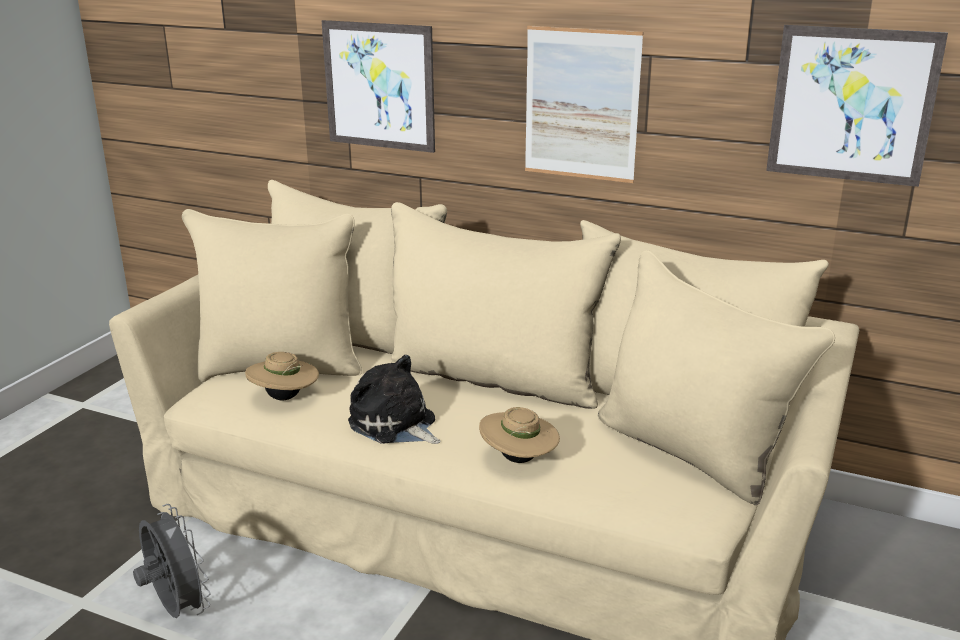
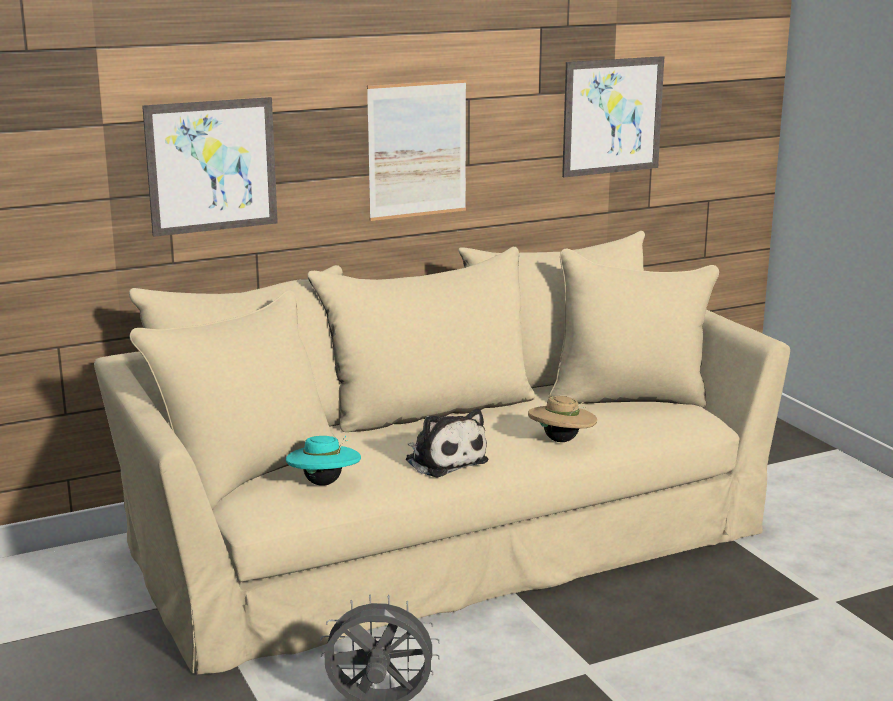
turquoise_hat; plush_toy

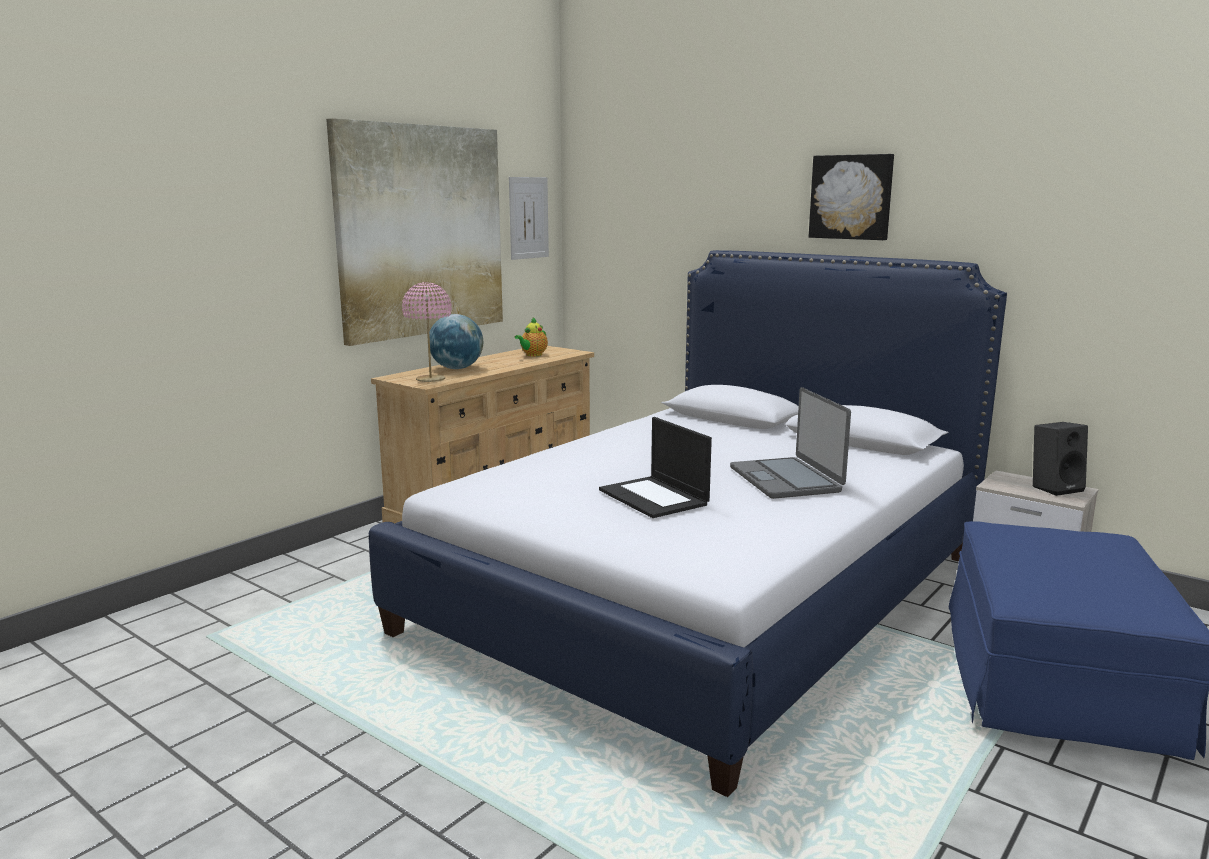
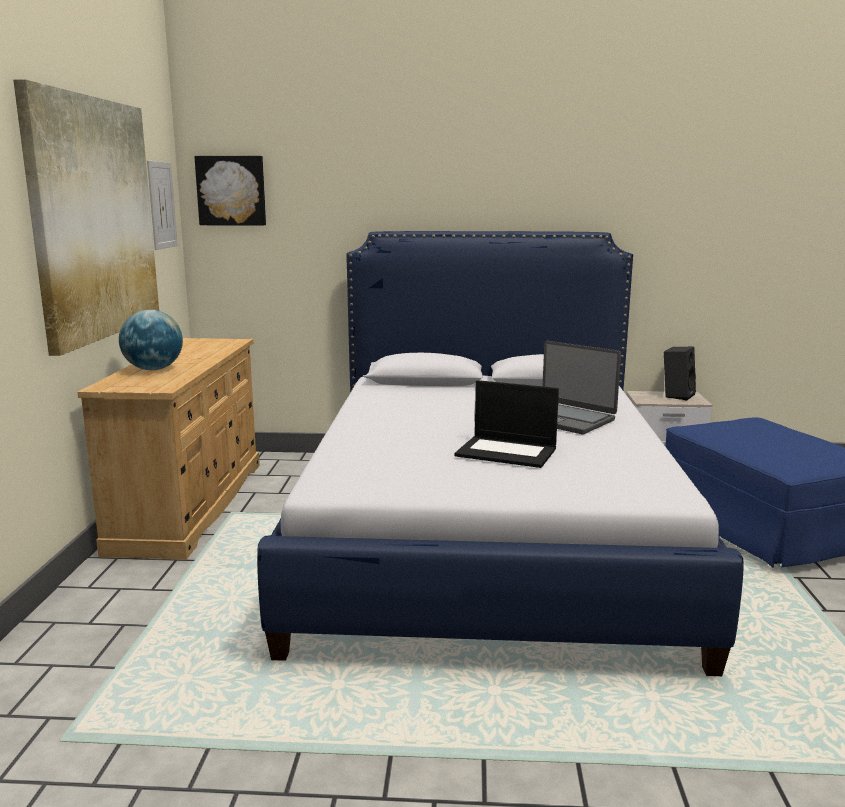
picture (3rd from left); pink_table_lamp; teapot

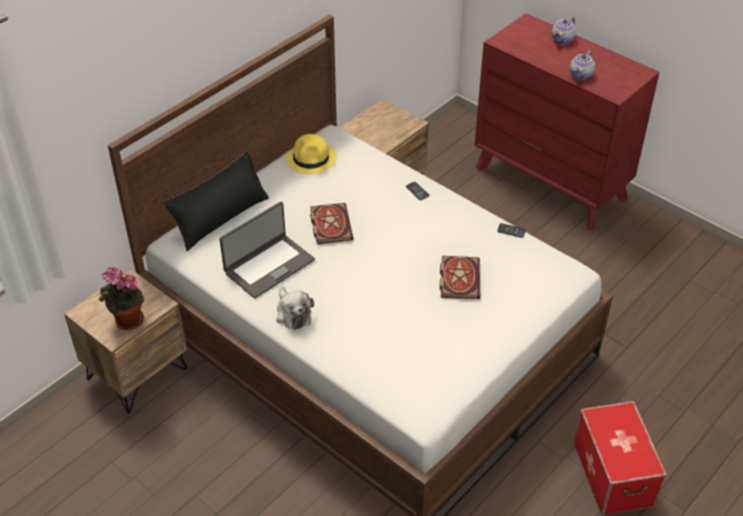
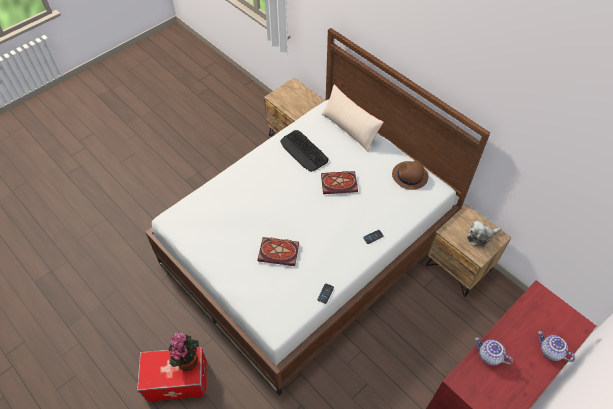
brown_hat; beige_pillow; keyboard; potted_plant; plush_toy

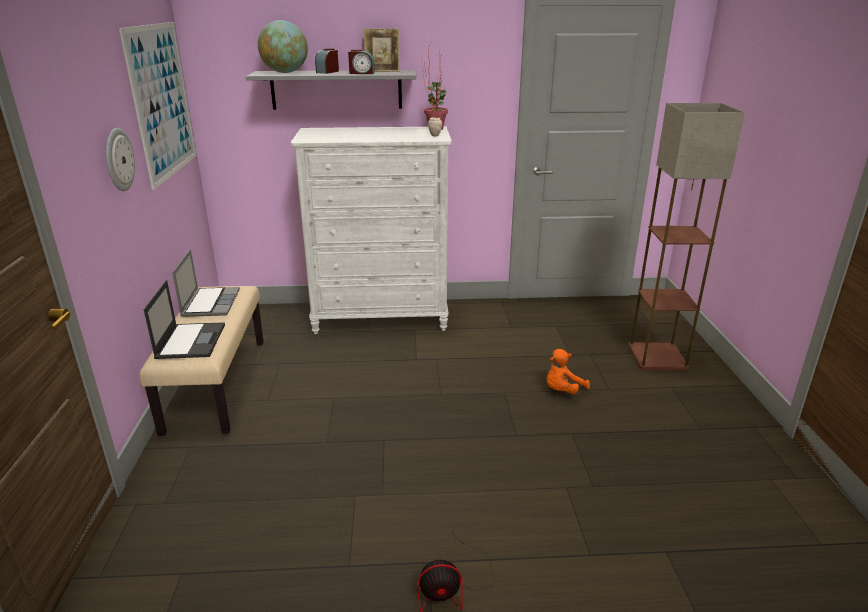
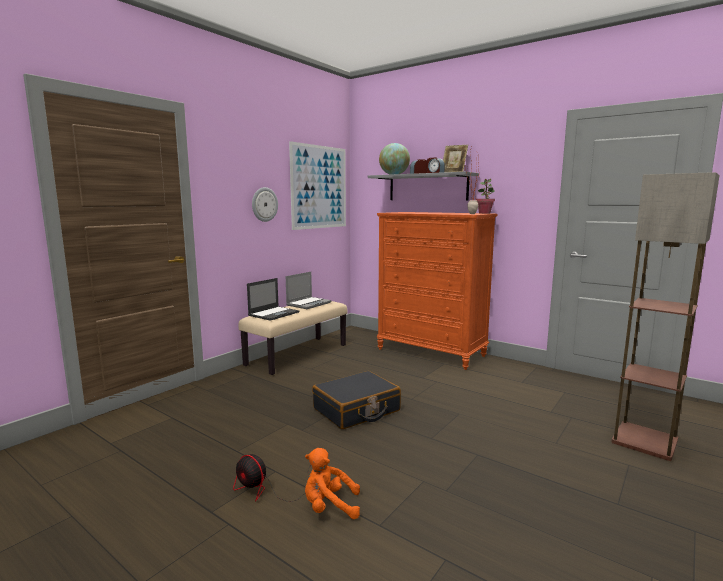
orange_dresser; orange_plush_toy; black_suitcase

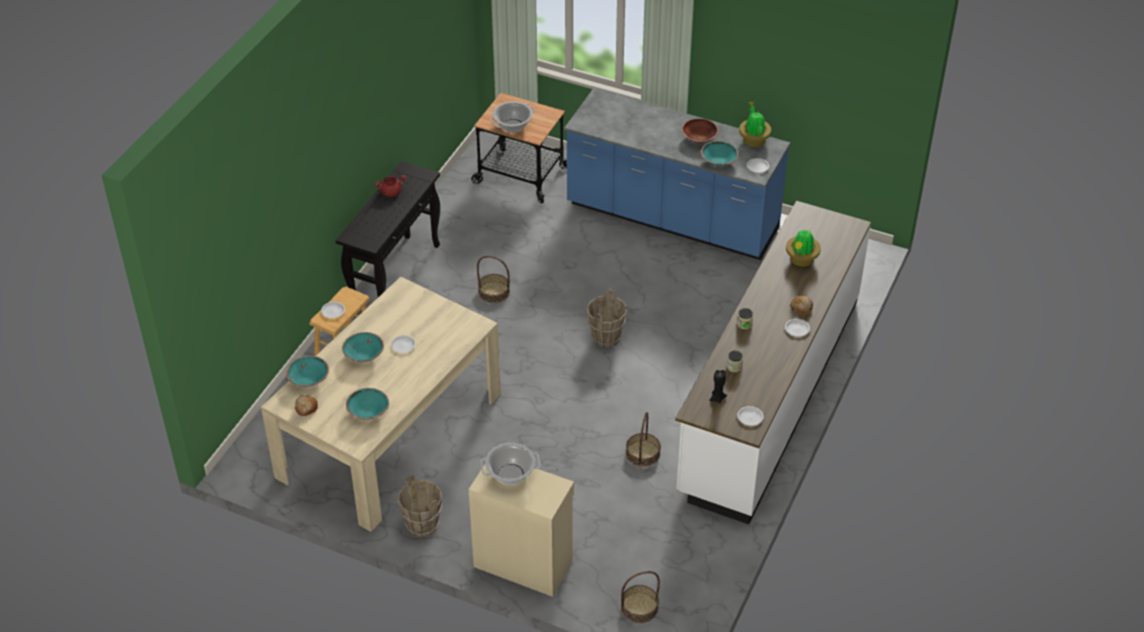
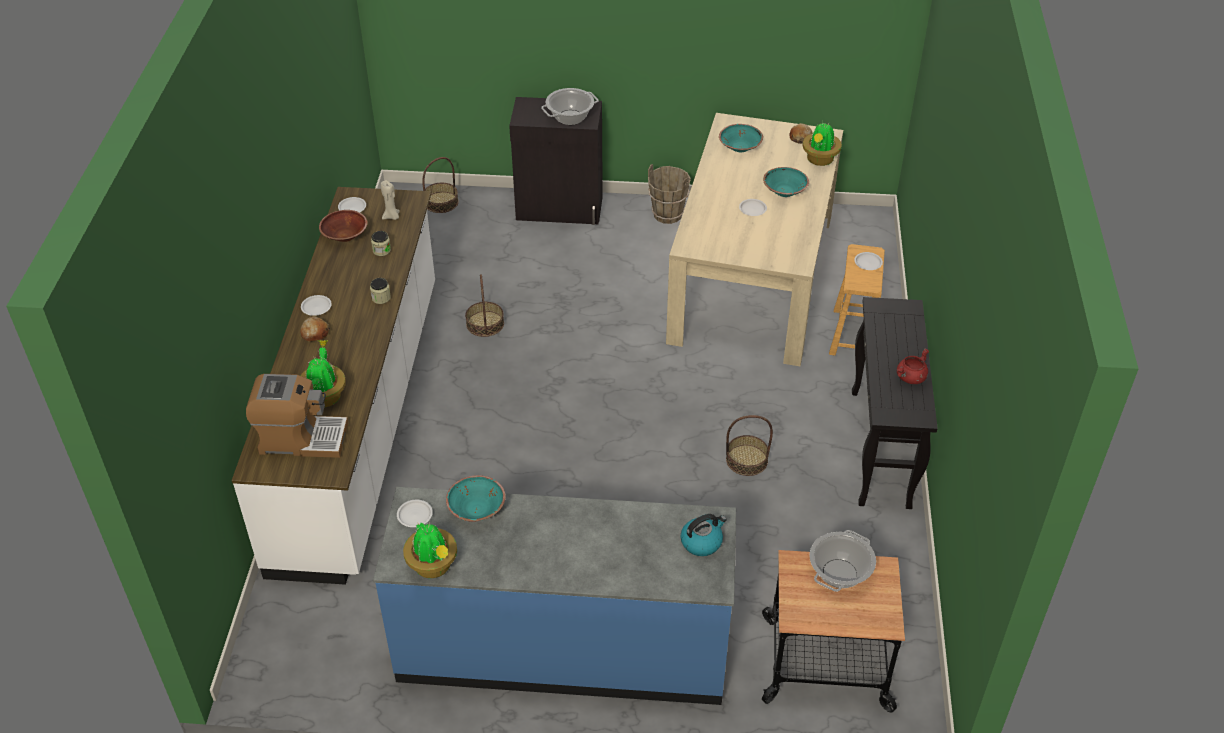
brown_bowl; brown_bucket (2nd from left in the first image); potted_plant (3rd from left); beige_candle; black_cabinet; coffee_machine; kettle

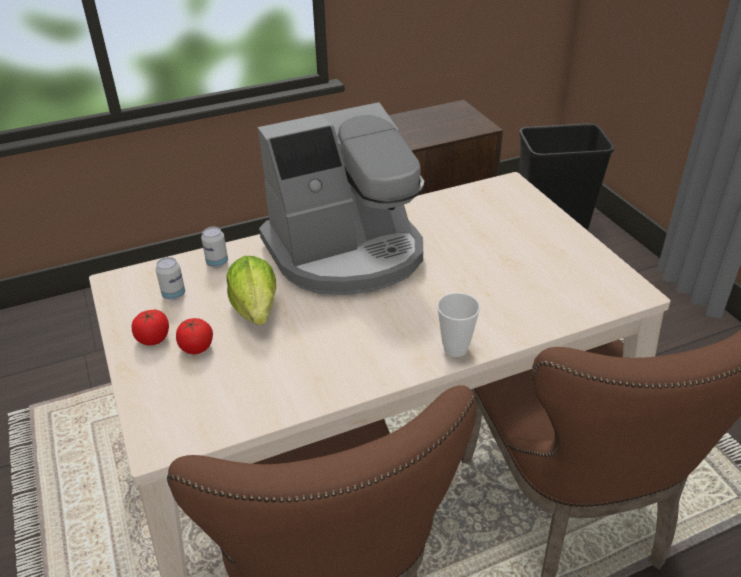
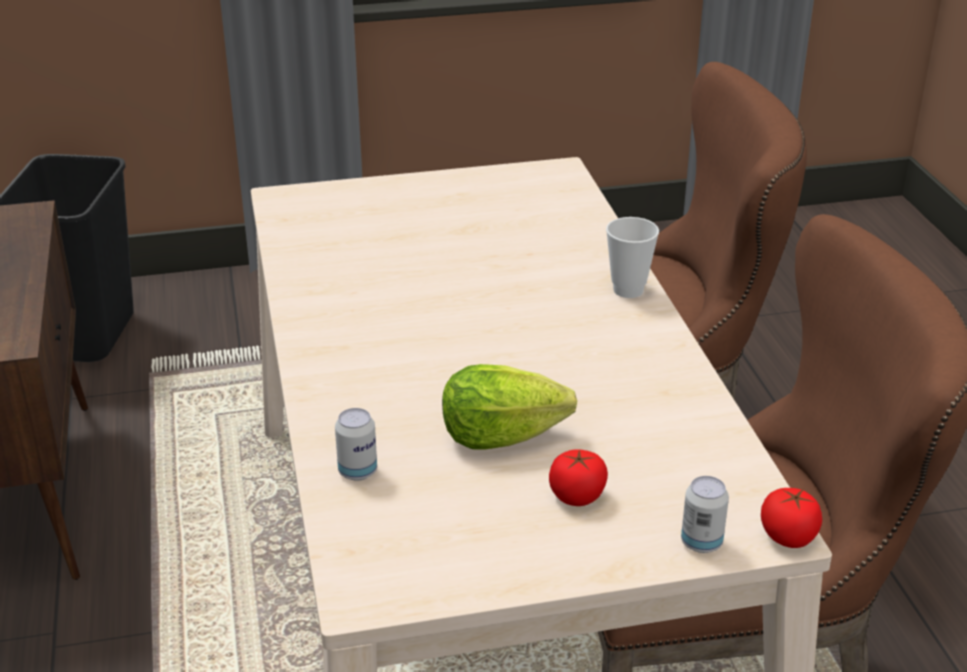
coffee_machine; can (2nd from left); tomato (2nd from left)

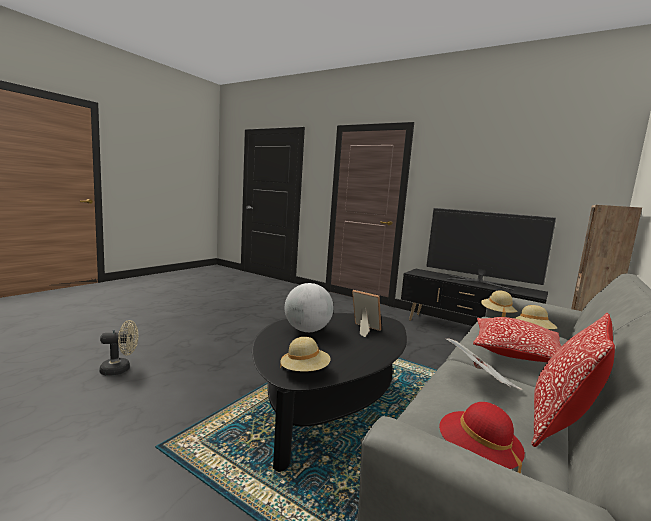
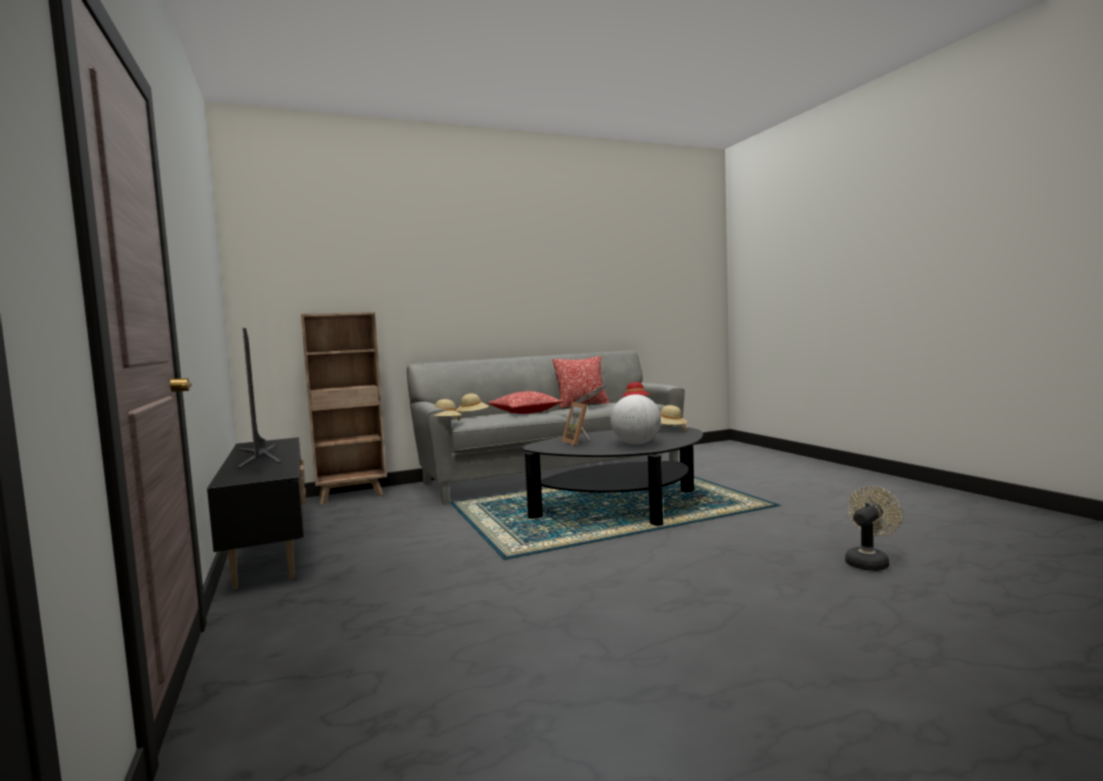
beige_fan

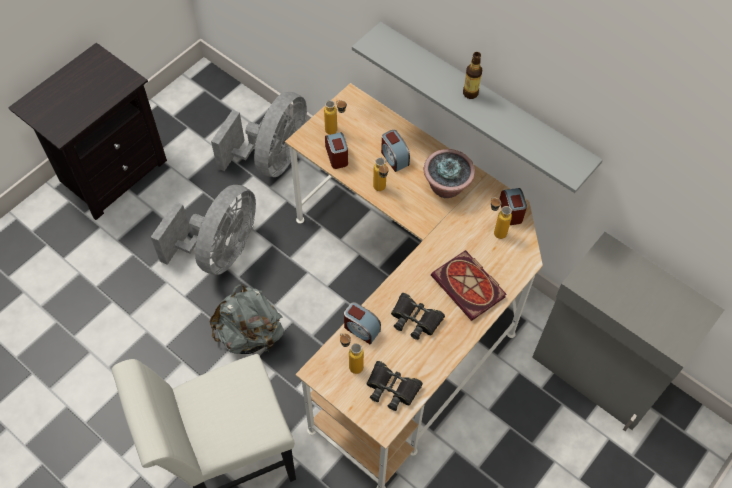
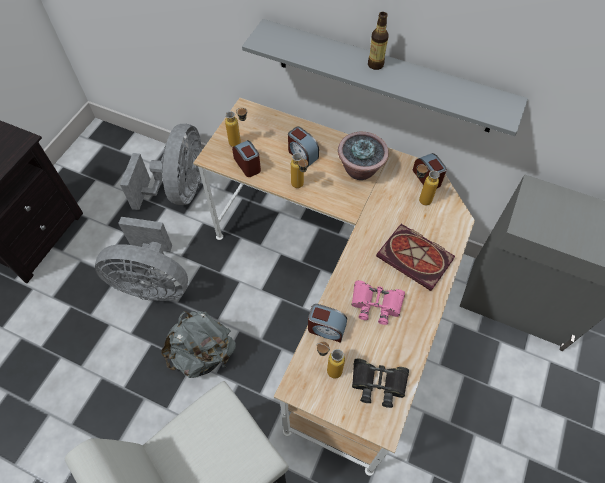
grey_fan (1st from left); pink_binoculars

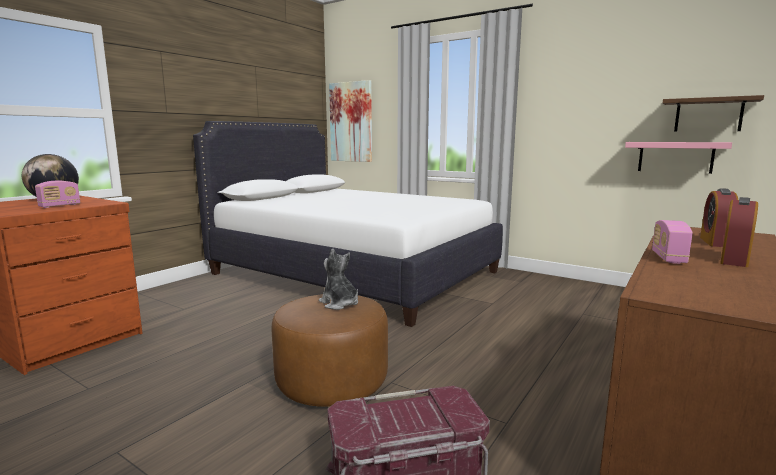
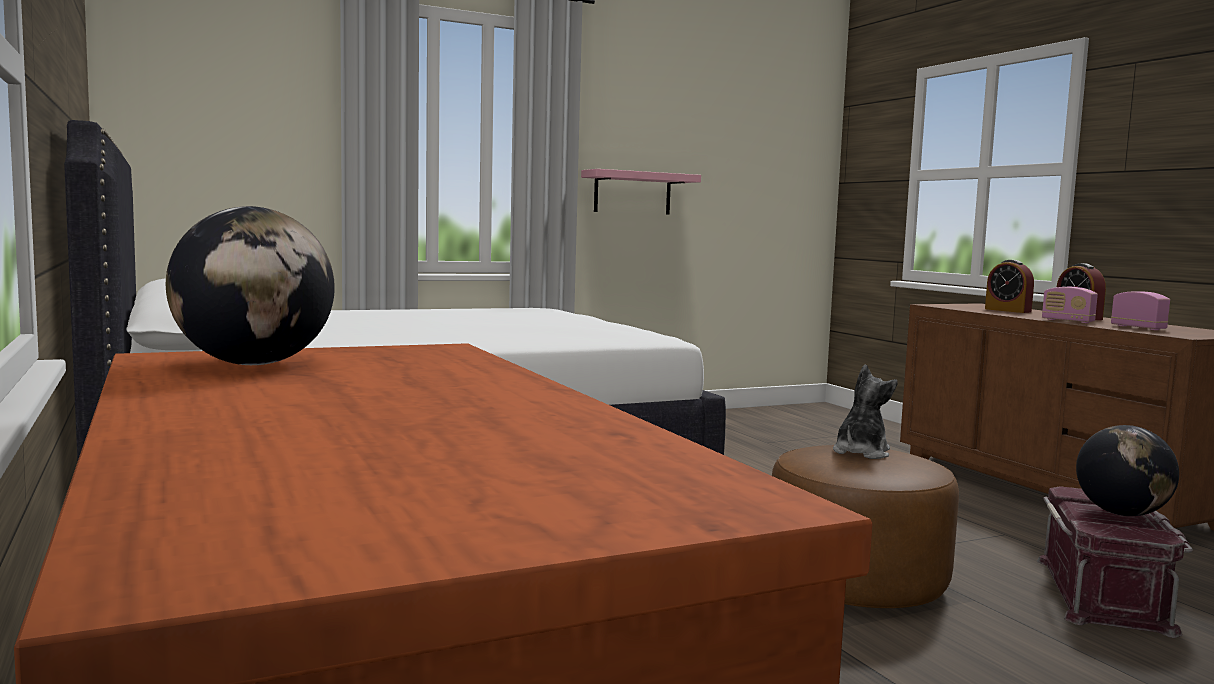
picture; brown_shelf; pink_shelf; radio (2nd from left); plush_toy; globe (2nd from left)

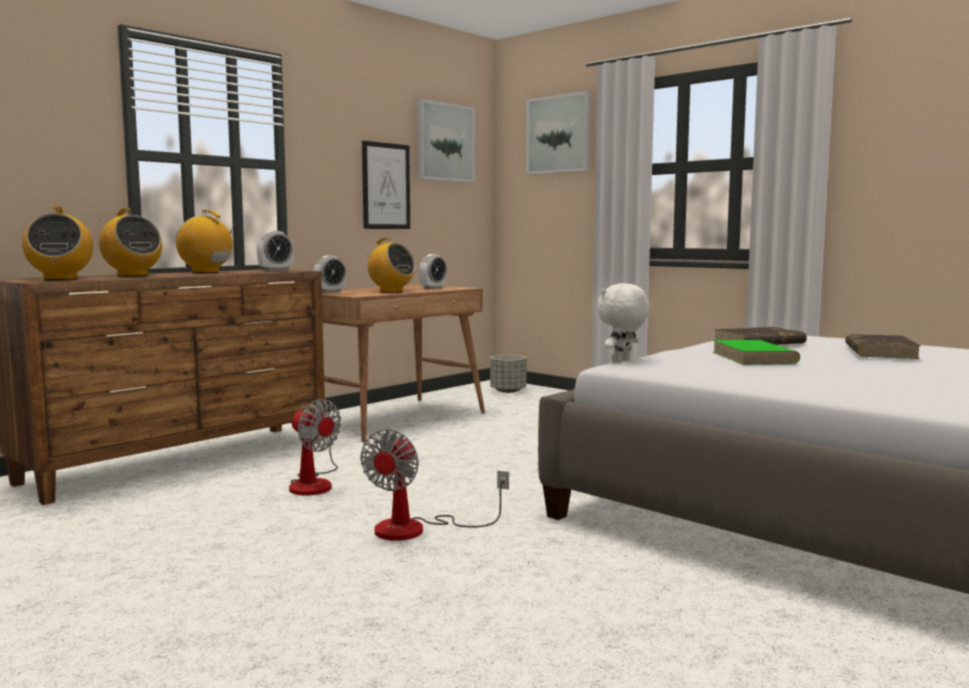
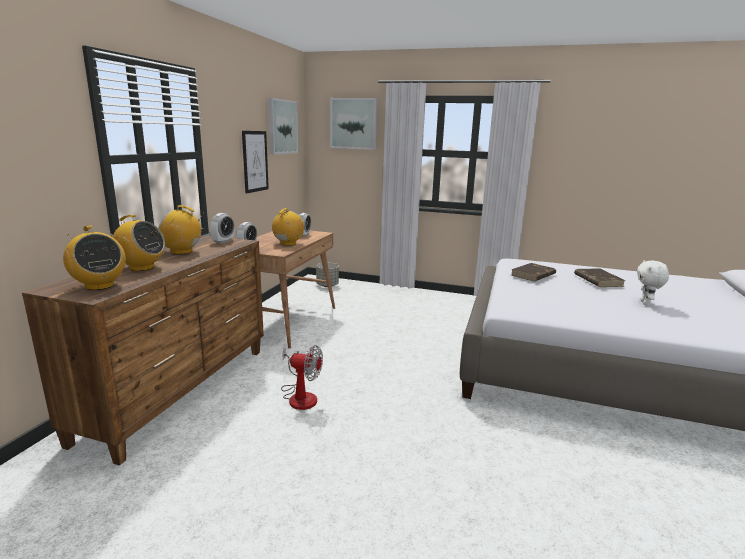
radio (4th from left); white_plush_toy; green_book; fan (2nd from left in the first image)

